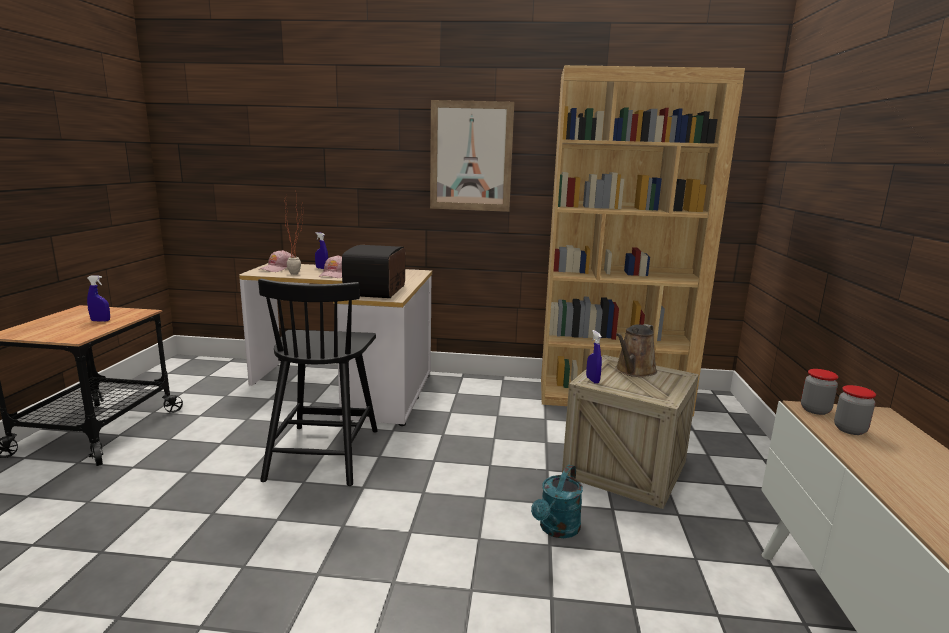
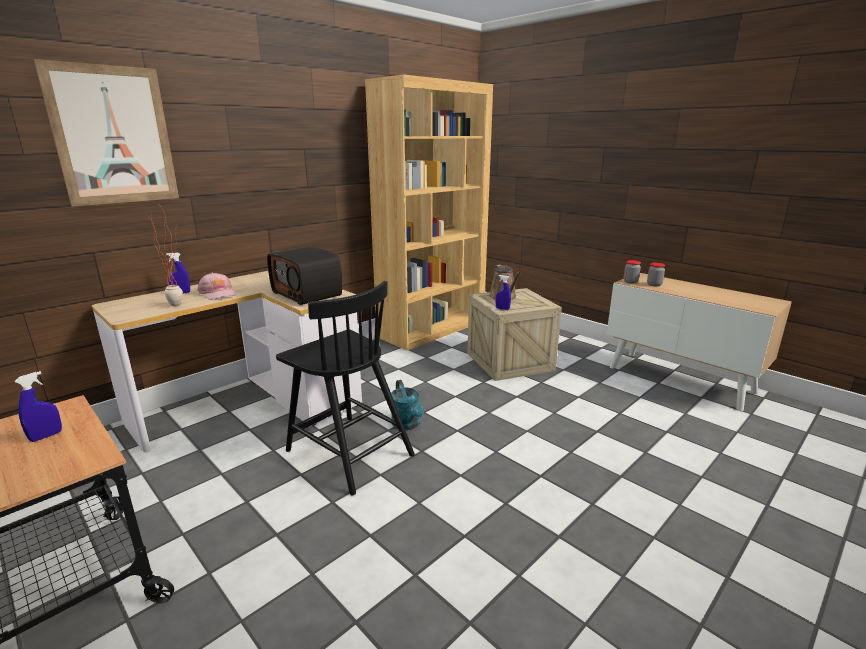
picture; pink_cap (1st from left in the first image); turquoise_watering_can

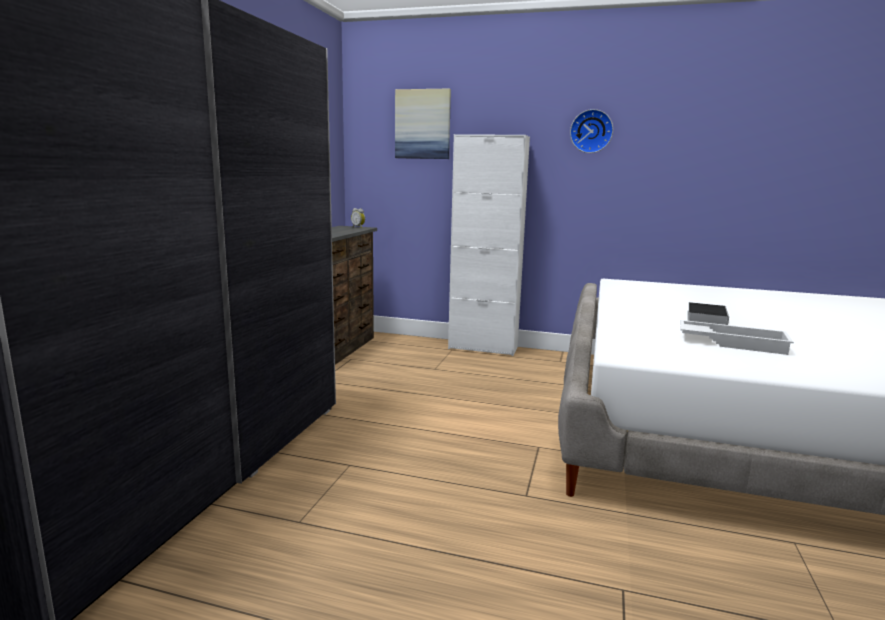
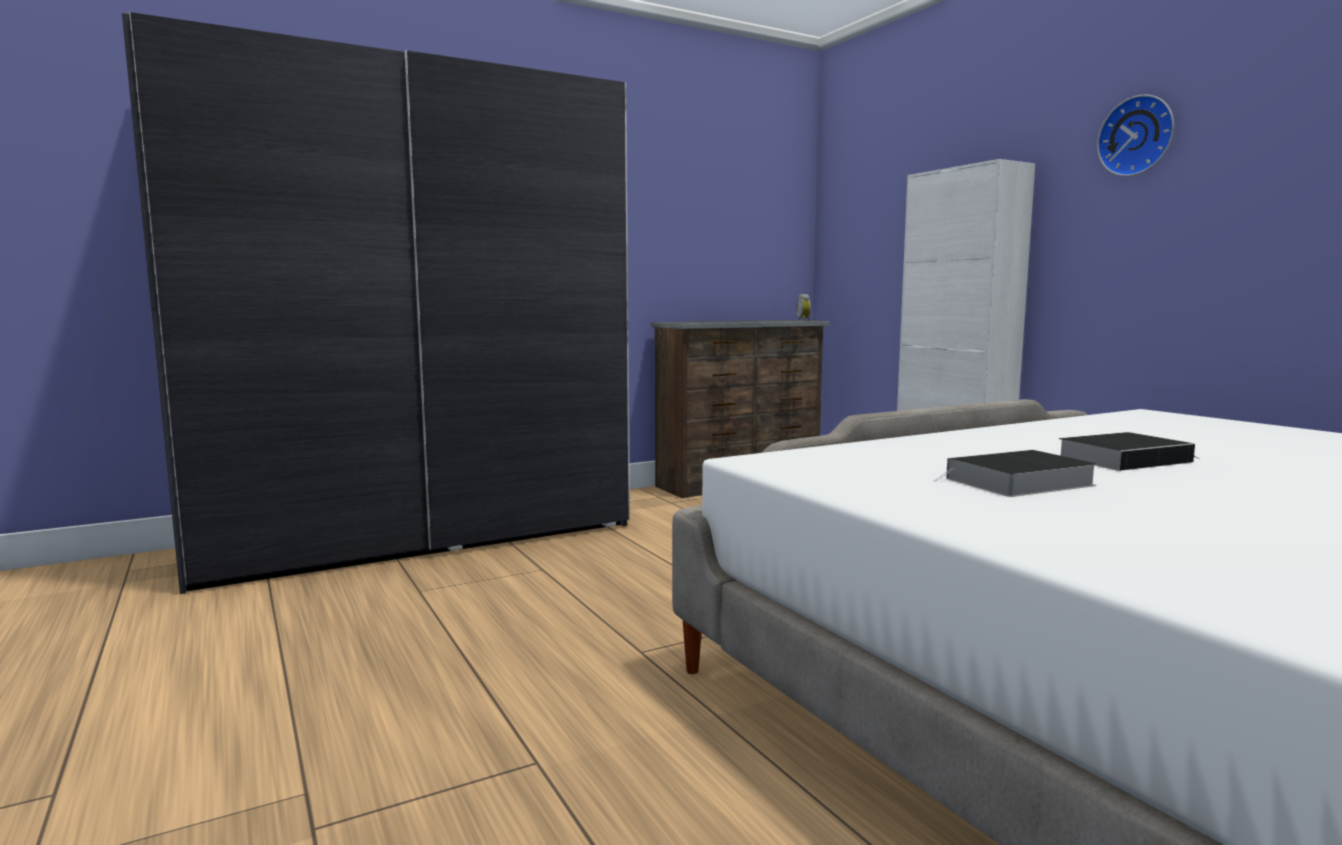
picture; book (1st from left)

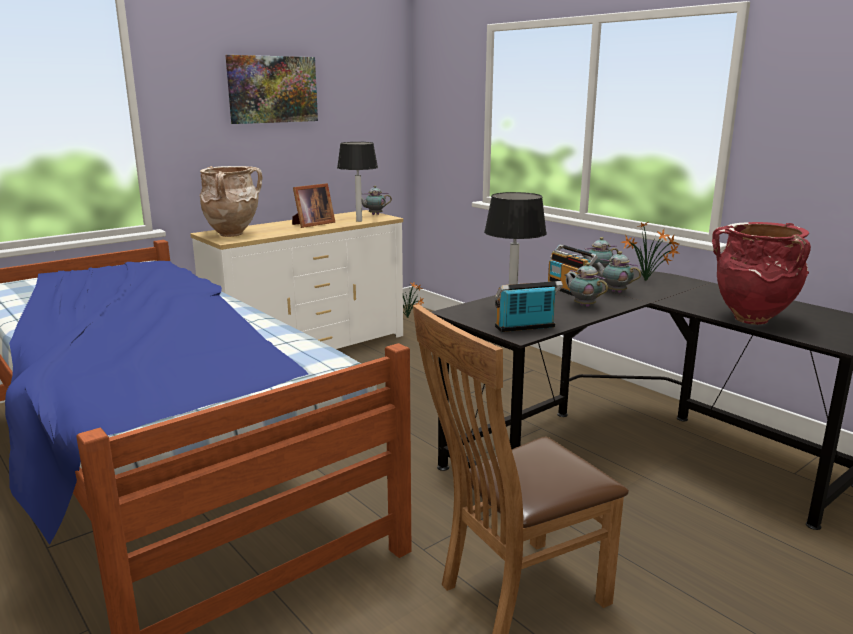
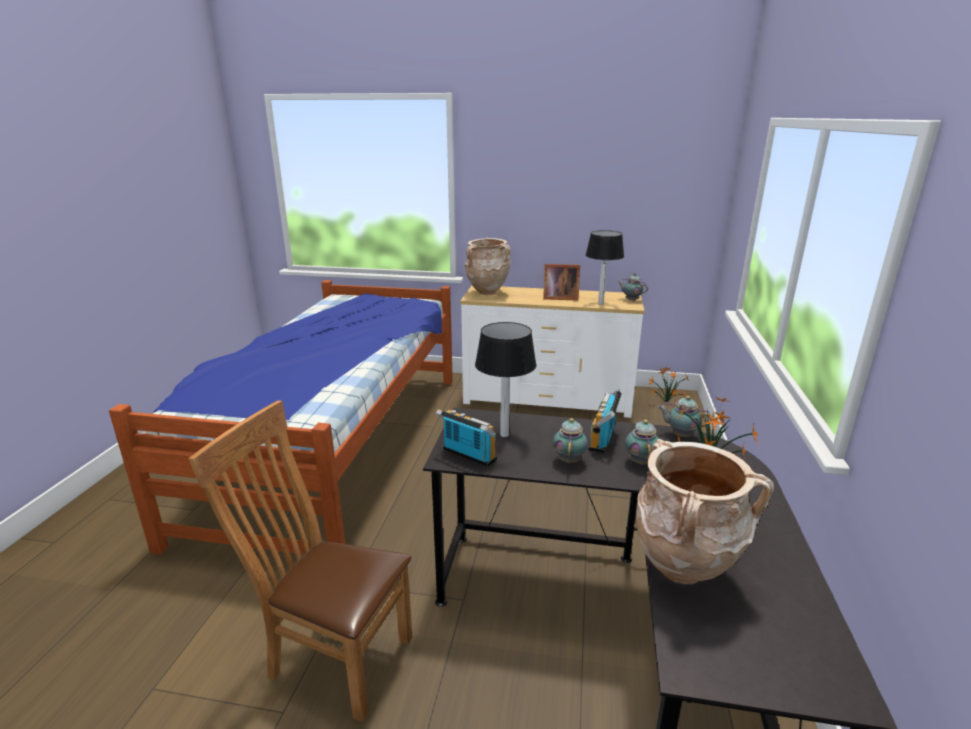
picture; beige_vase (2nd from left)

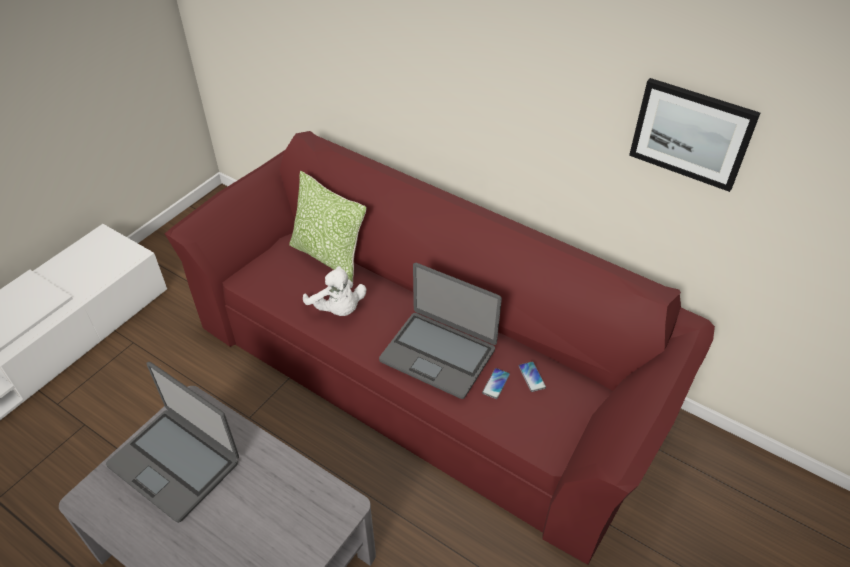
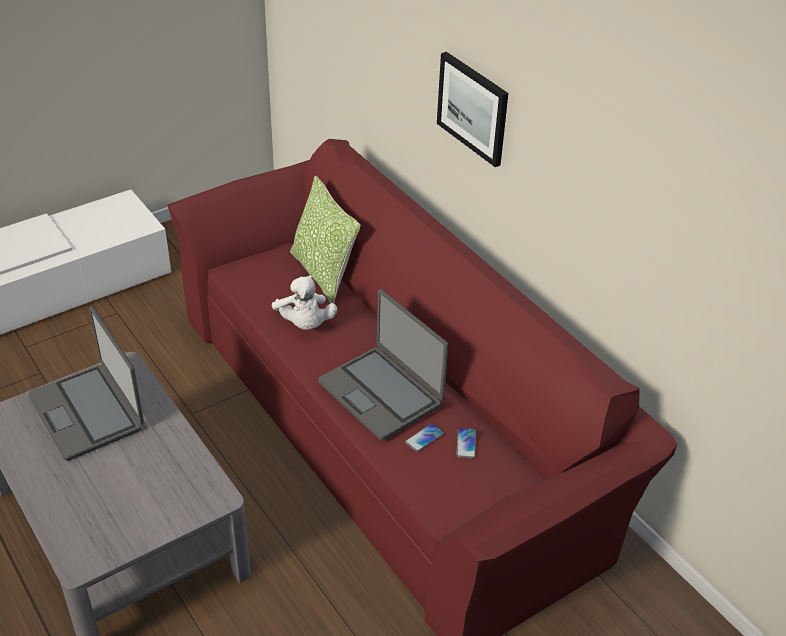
picture

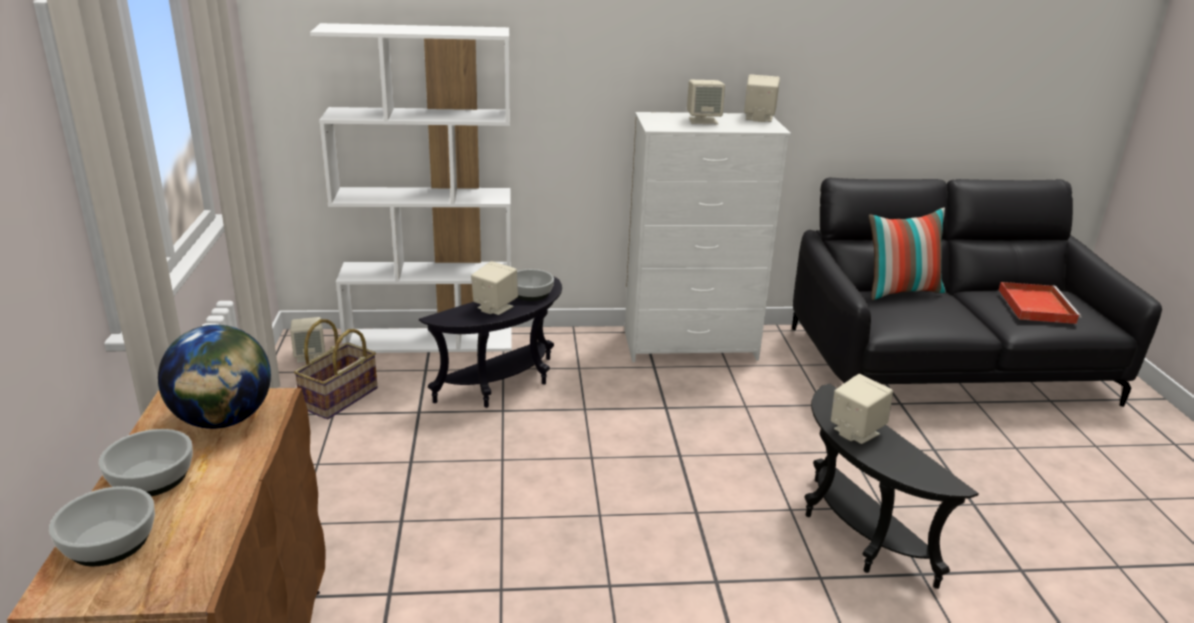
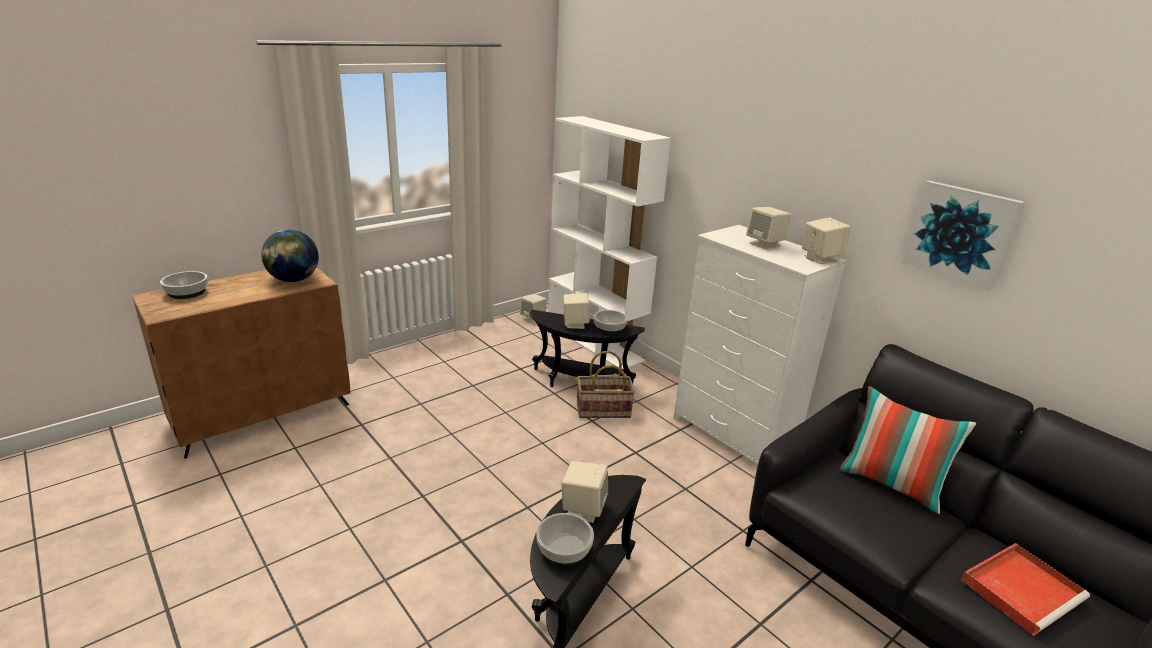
basket; bowl (2nd from left); picture

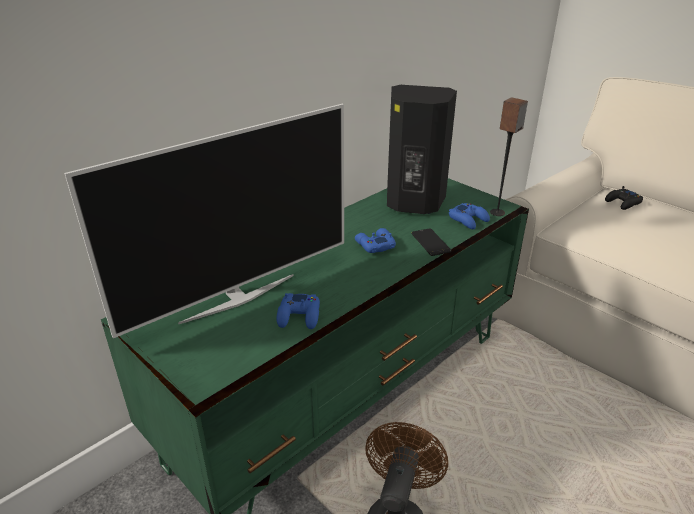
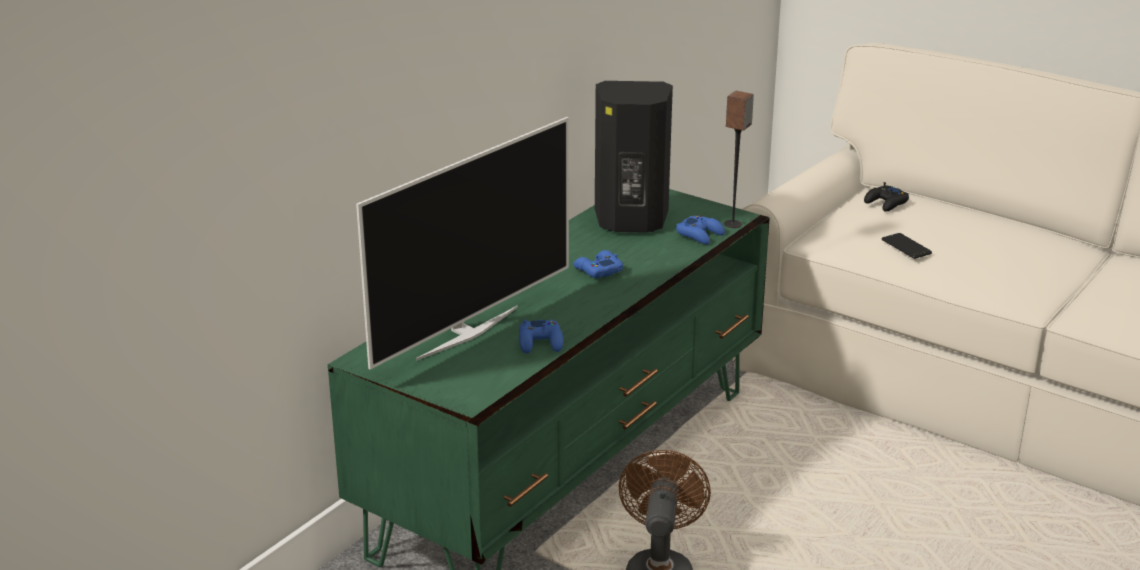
phone

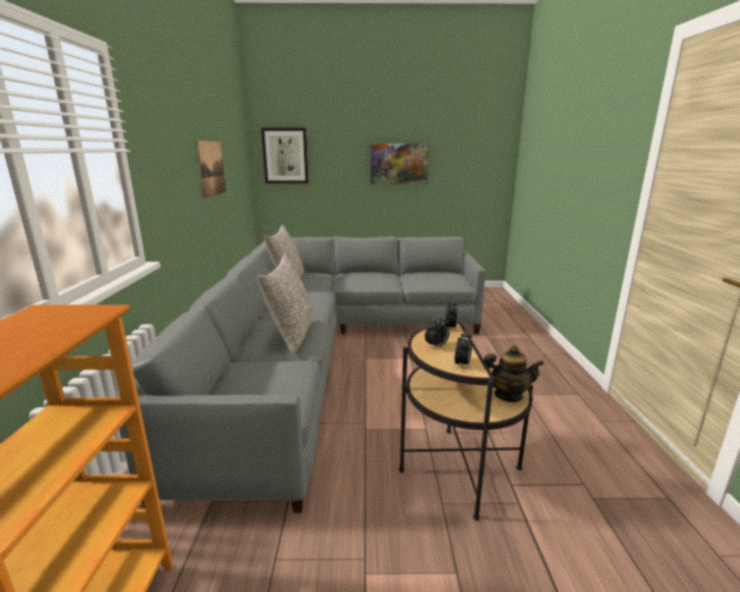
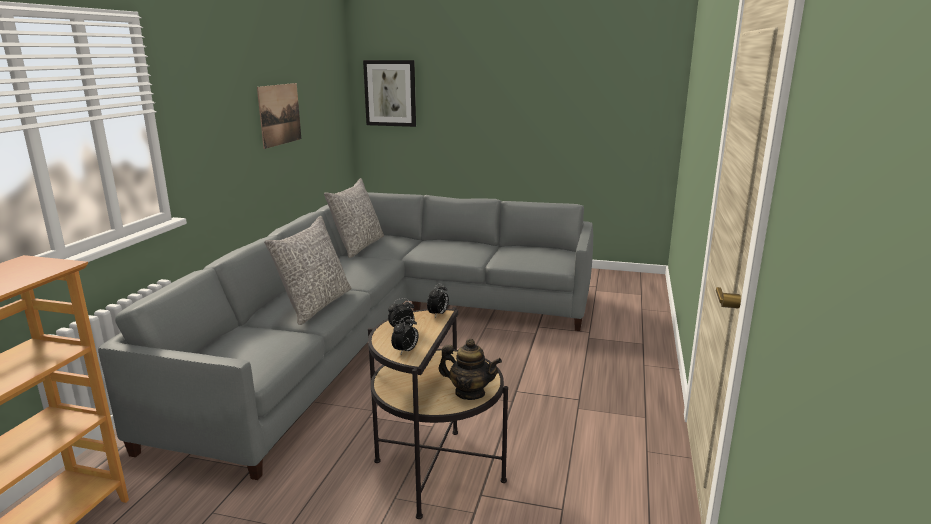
picture (3rd from left in the first image)

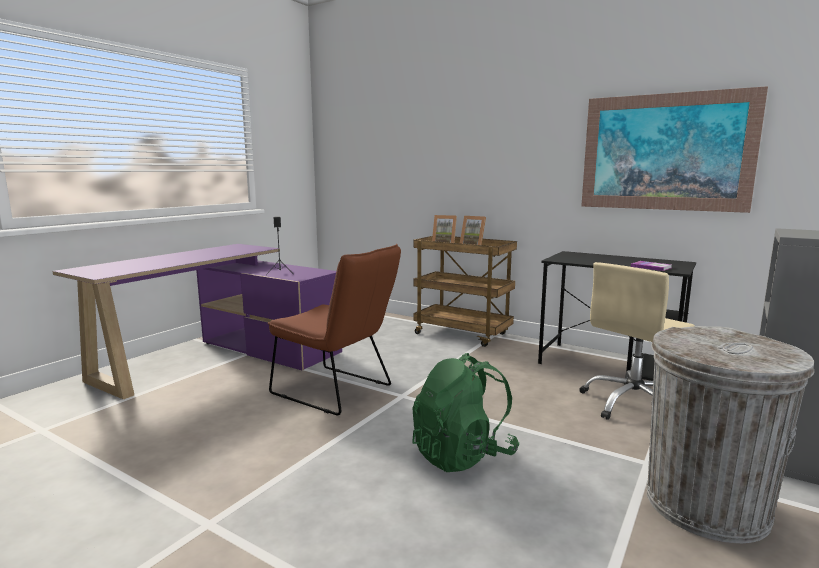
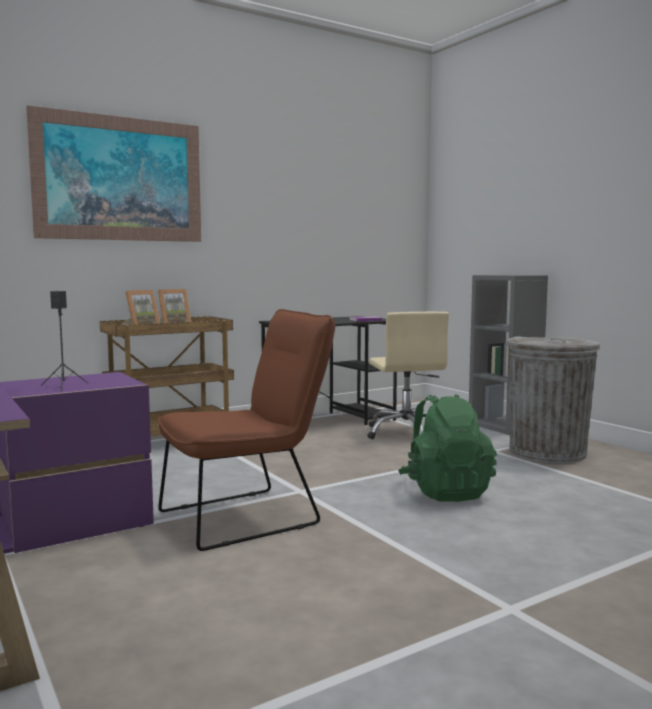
picture

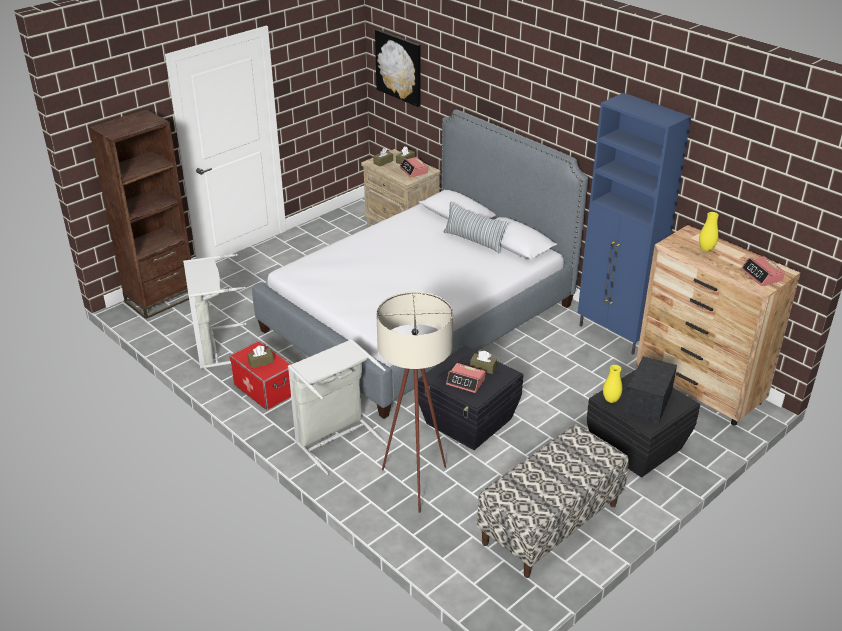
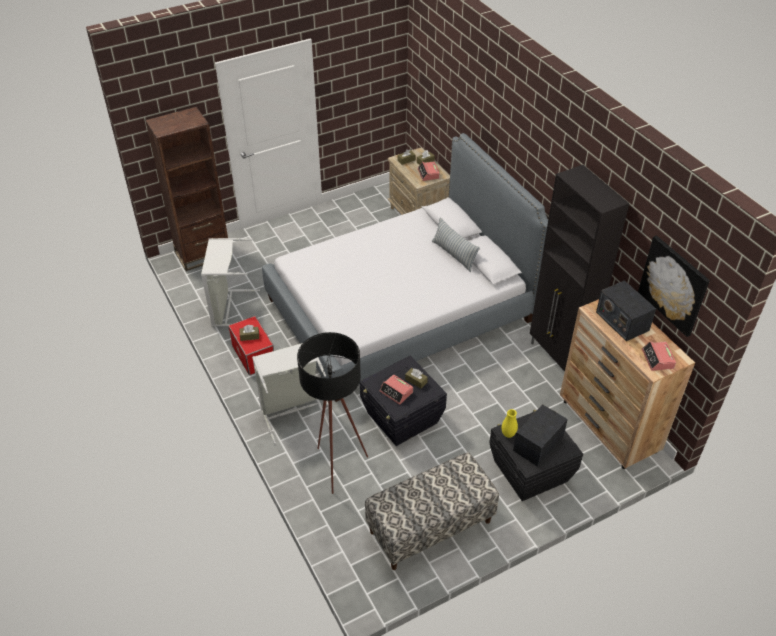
picture; black_cabinet; radio (2nd from left); black_floor_lamp

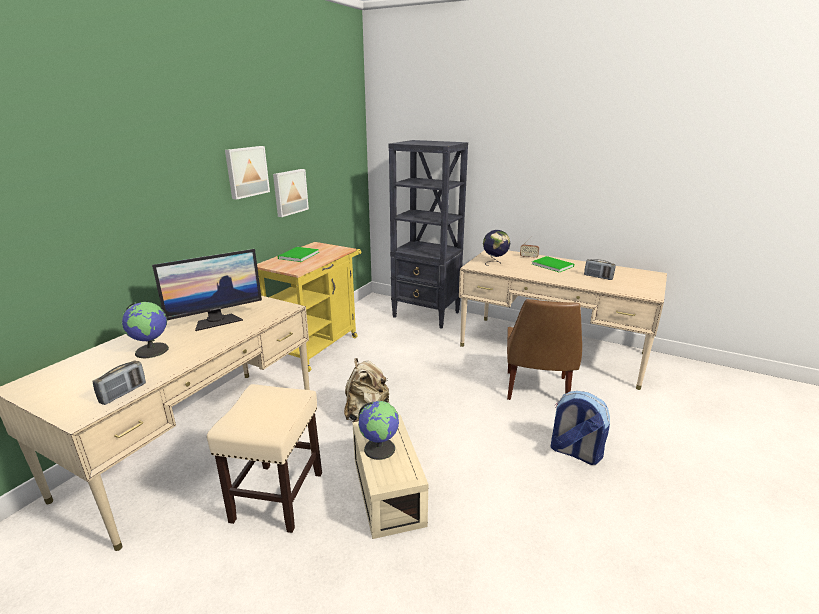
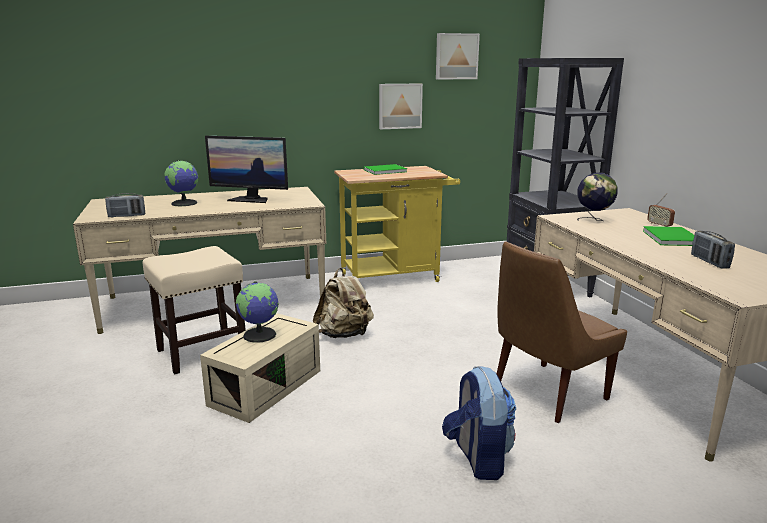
picture (2nd from left)

